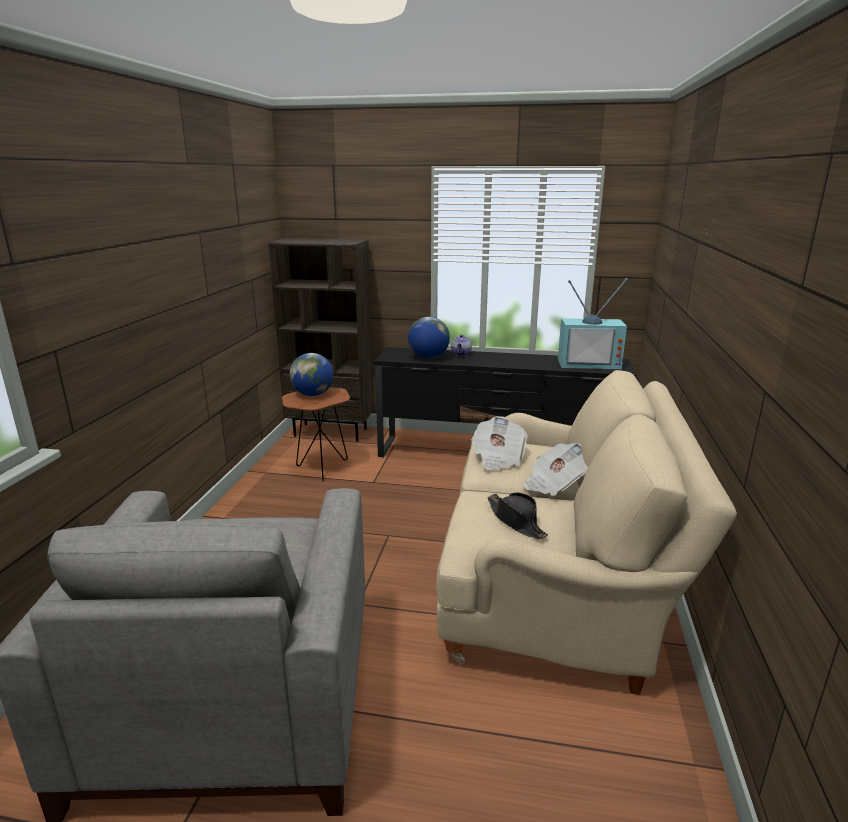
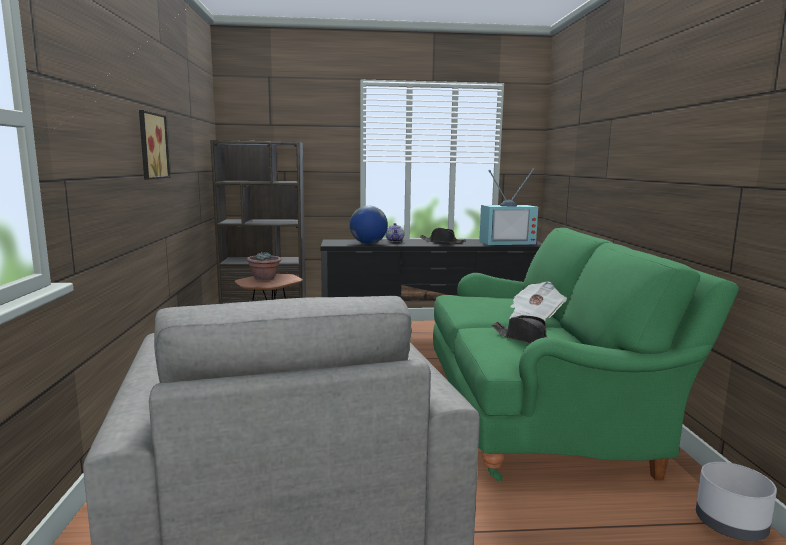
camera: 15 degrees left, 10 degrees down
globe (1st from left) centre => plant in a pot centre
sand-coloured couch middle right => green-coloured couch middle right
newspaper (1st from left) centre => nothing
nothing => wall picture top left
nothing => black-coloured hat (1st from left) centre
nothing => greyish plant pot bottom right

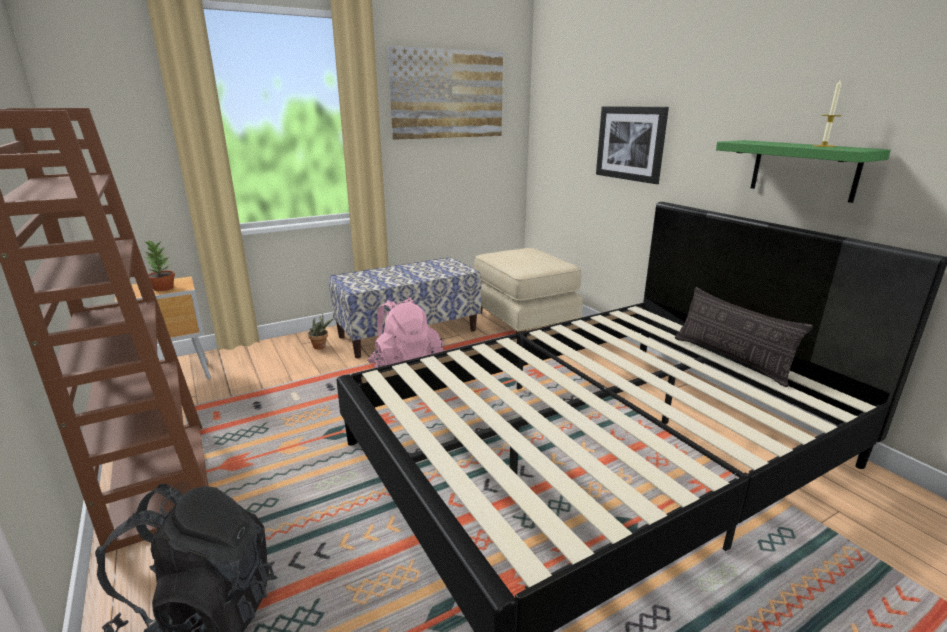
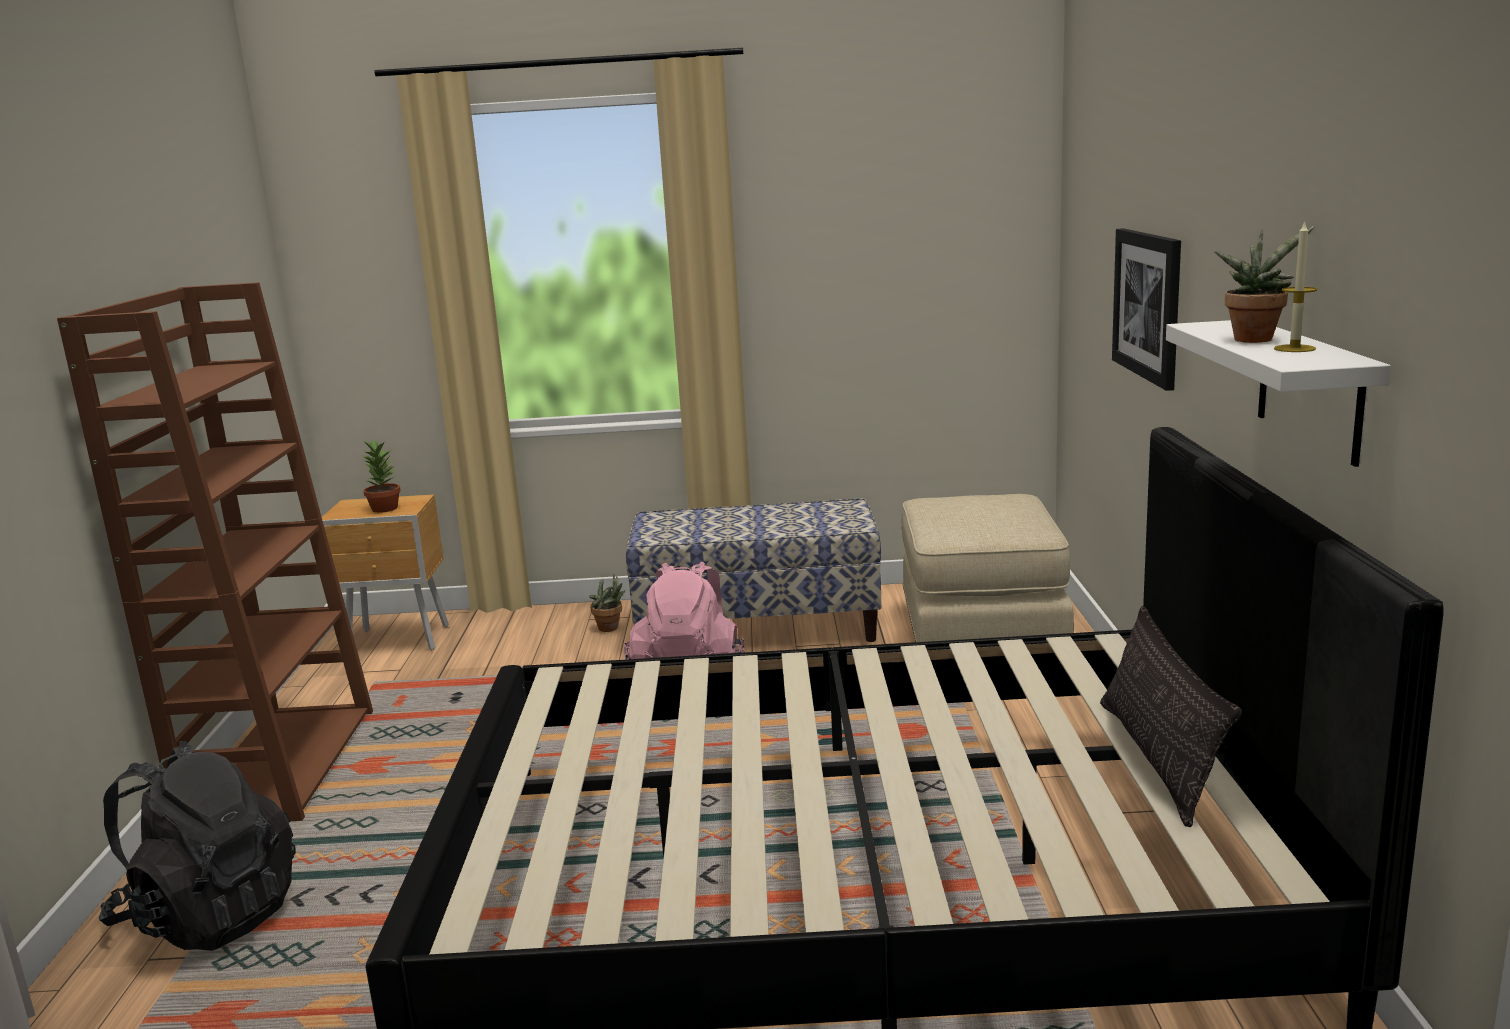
camera: 30 degrees right, 5 degrees down
wall picture (1st from left) top centre => nothing
green-coloured wall shelf top right => whitish wall shelf middle right
nothing => plant in a pot (3rd from left) top right

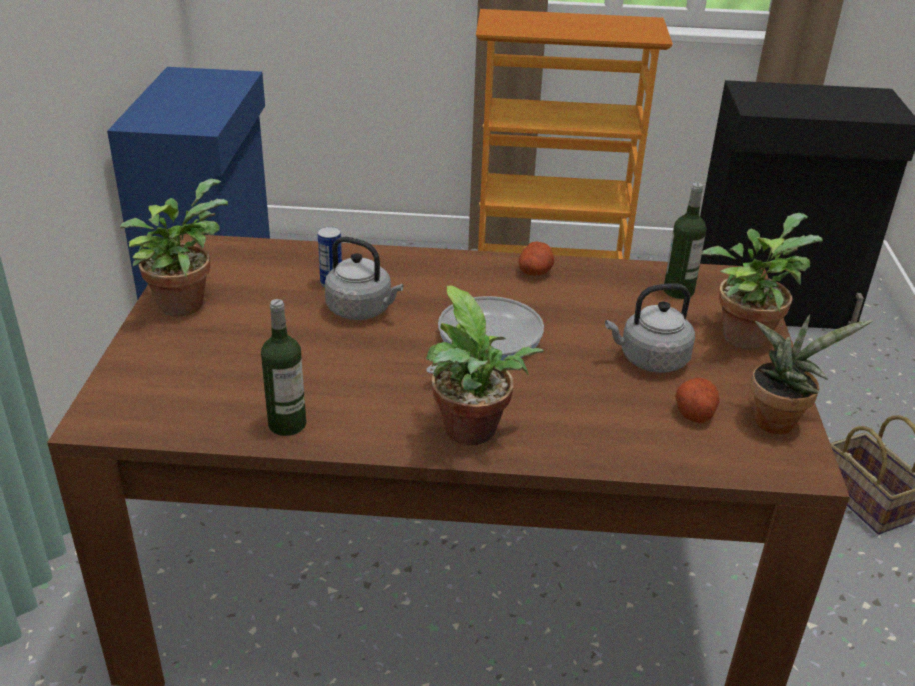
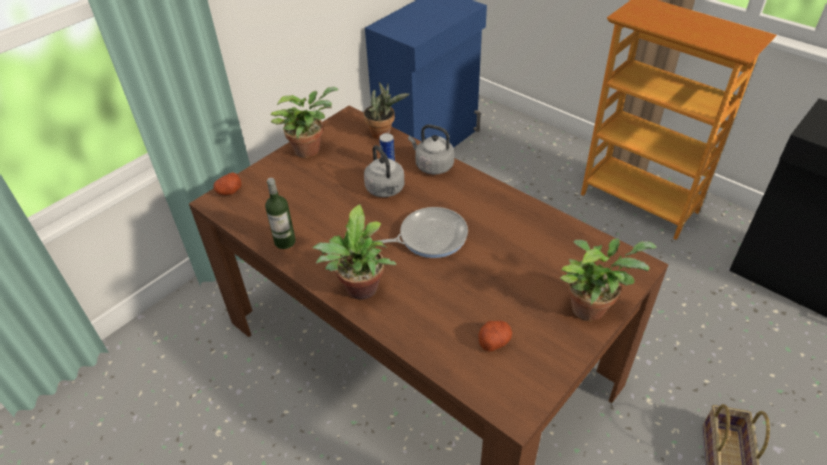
camera: 40 degrees right, 10 degrees up
beverage bottle (2nd from left) middle right => nothing
spud (1st from left) centre => spud (1st from left) middle left, moved
greyish kettle (2nd from left) middle right => greyish kettle (2nd from left) top centre, moved
plant in a pot (4th from left in the first image) middle right => plant in a pot (3rd from left) top centre, moved

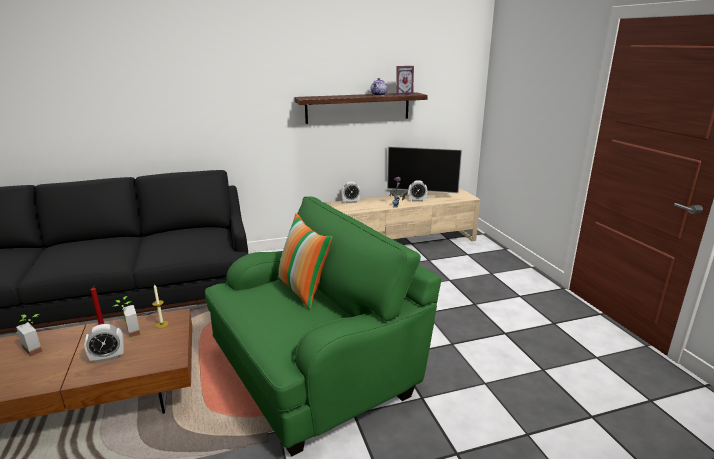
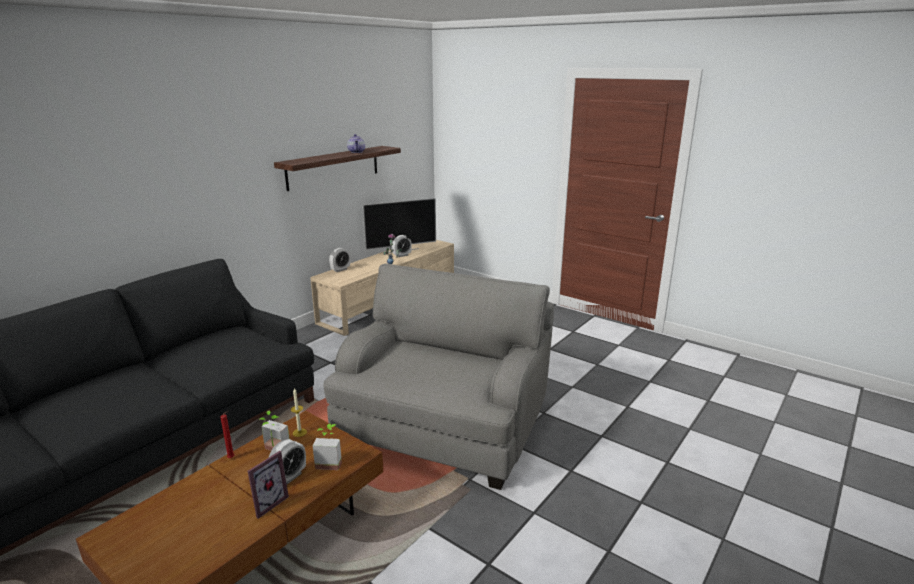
camera: 35 degrees left, 0 degrees up
photo frame top centre => photo frame bottom left, moved
green-coloured lounge chair bottom centre => greyish lounge chair centre
throw pillow centre => nothing
plant in a pot (1st from left in the first image) bottom left => plant in a pot (2nd from left) bottom centre, moved

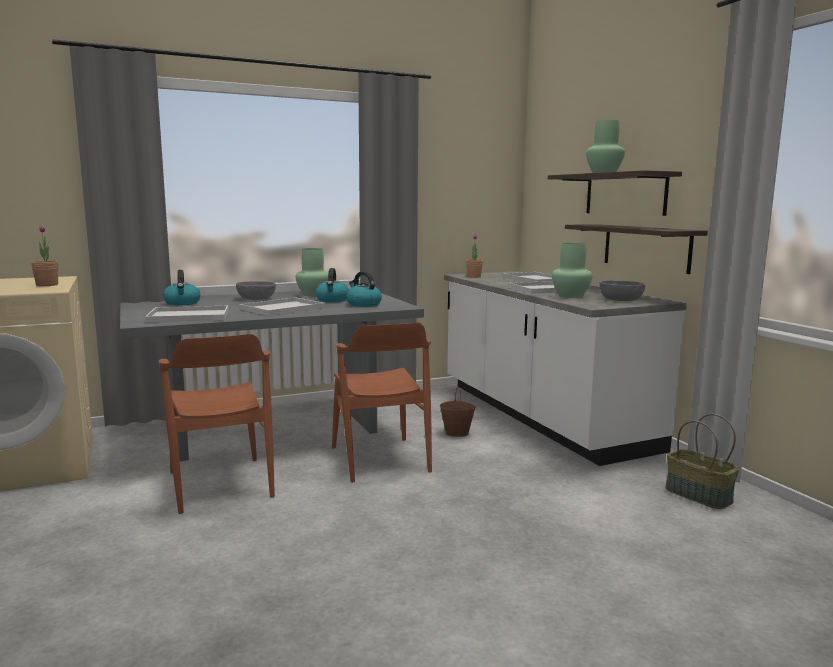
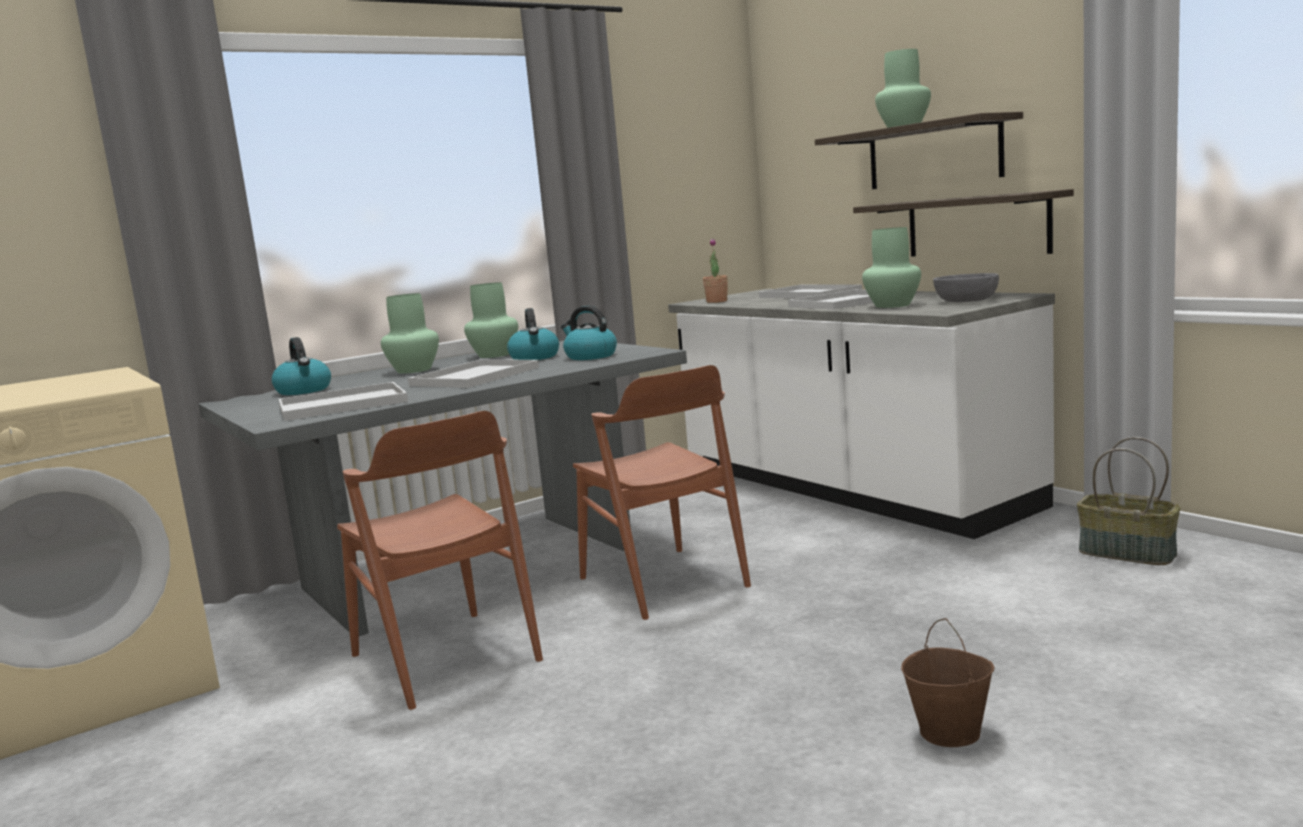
camera: 10 degrees left, 0 degrees up
plant in a pot (1st from left) middle left => nothing
greyish bowl (1st from left) middle left => green-coloured vase (1st from left) middle left
brown-coloured pail centre => brown-coloured pail bottom right, moved

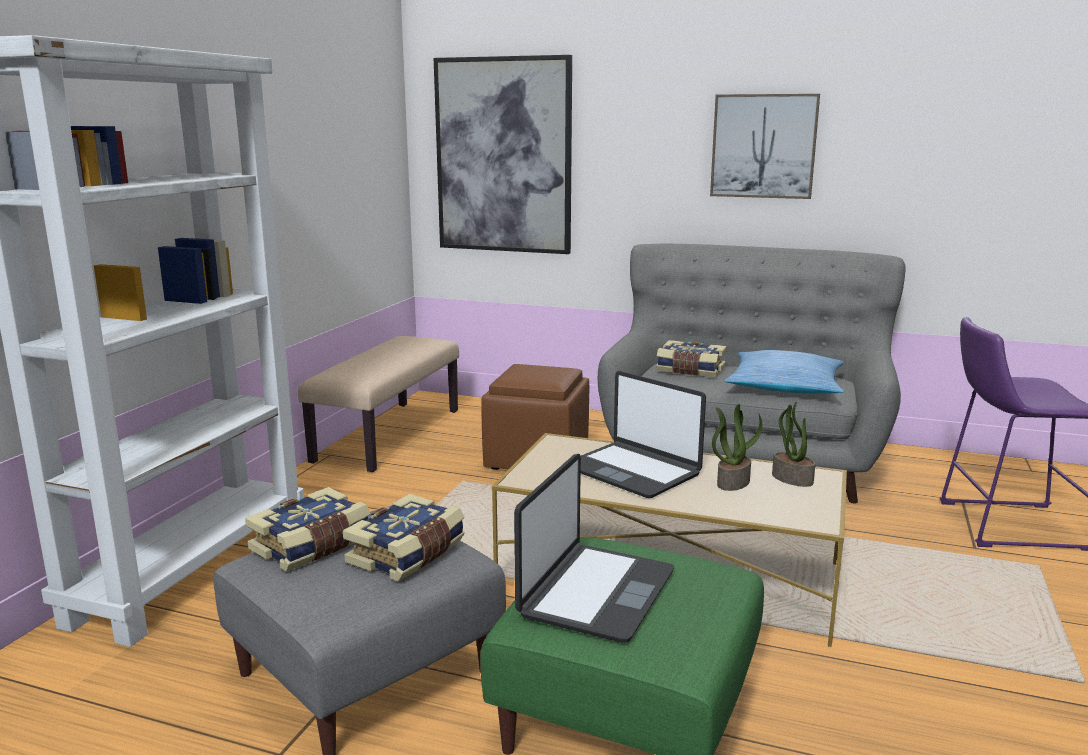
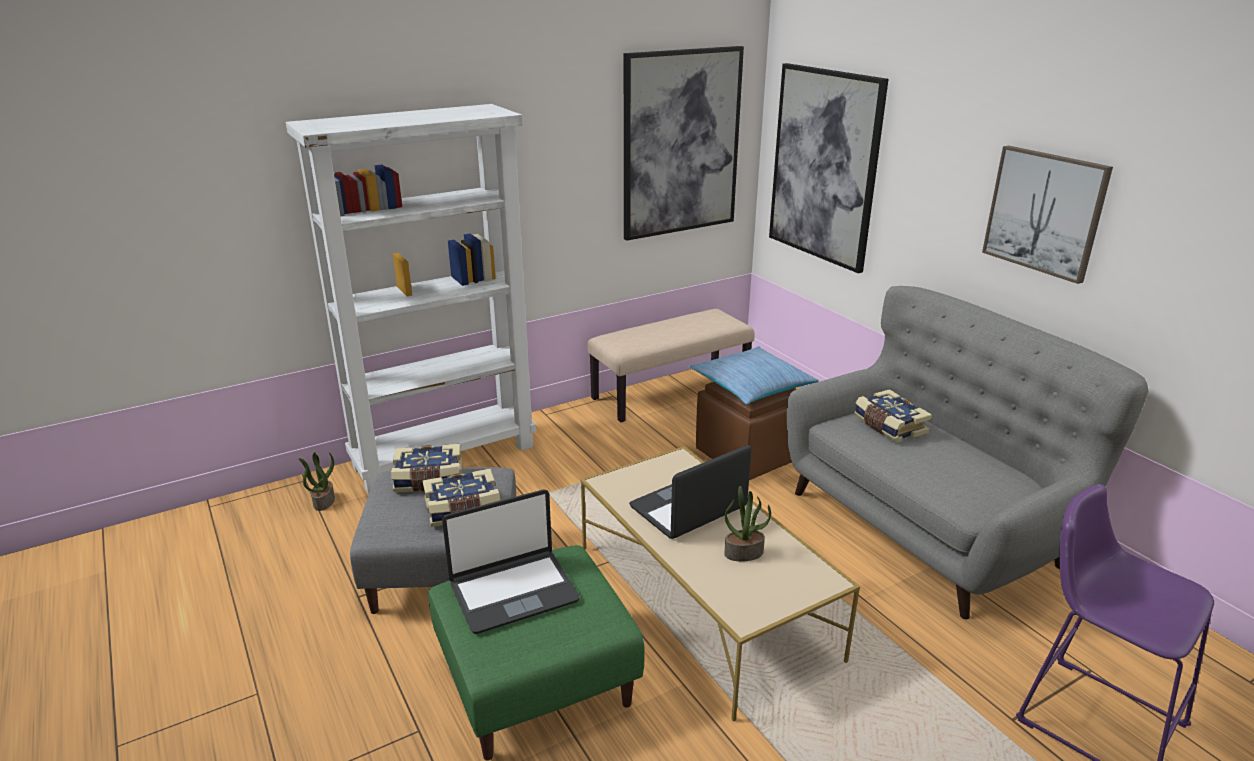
camera: 40 degrees right, 10 degrees up
throw pillow middle right => throw pillow centre, moved
laptop (2nd from left) centre, 60 degrees clockwise
plant in a pot (2nd from left in the first image) middle right => plant in a pot (1st from left) middle left, moved
nothing => wall picture (1st from left) top centre

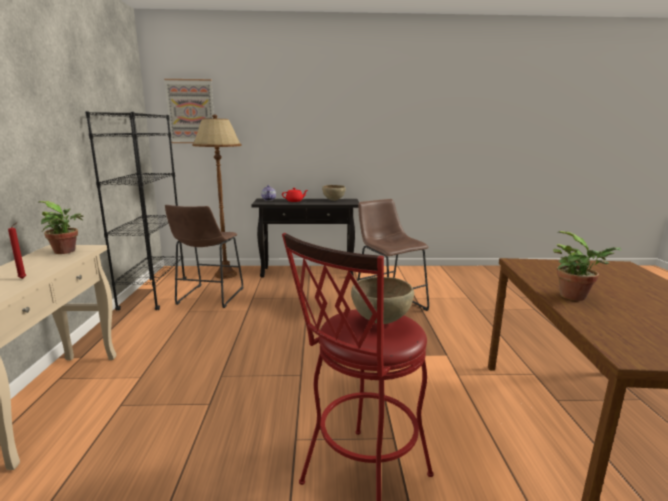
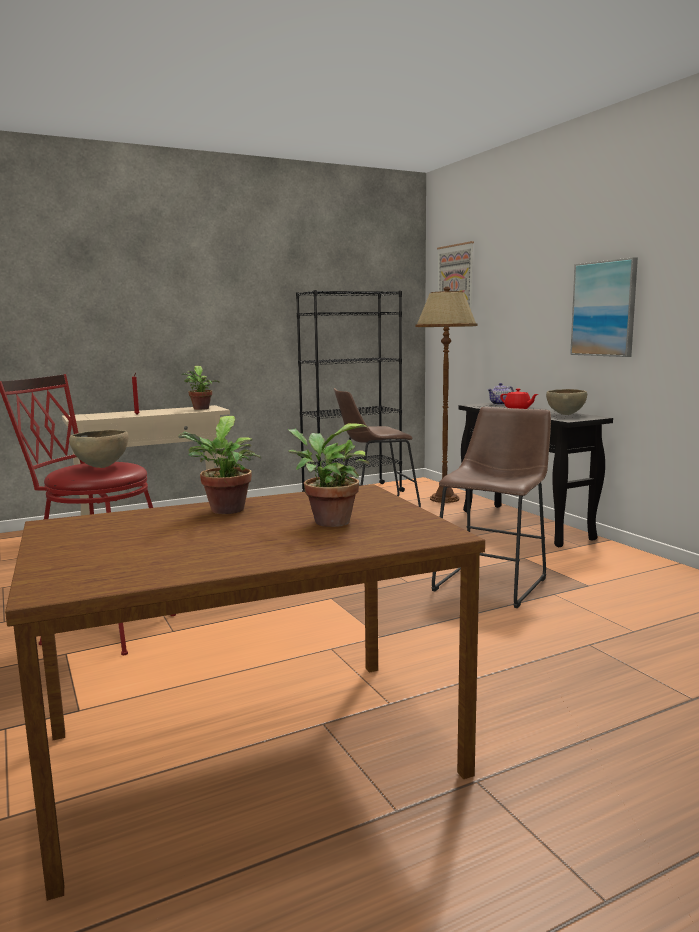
camera: 65 degrees right, 5 degrees down
nothing => wall picture (2nd from left) top right
nothing => plant in a pot (3rd from left) centre

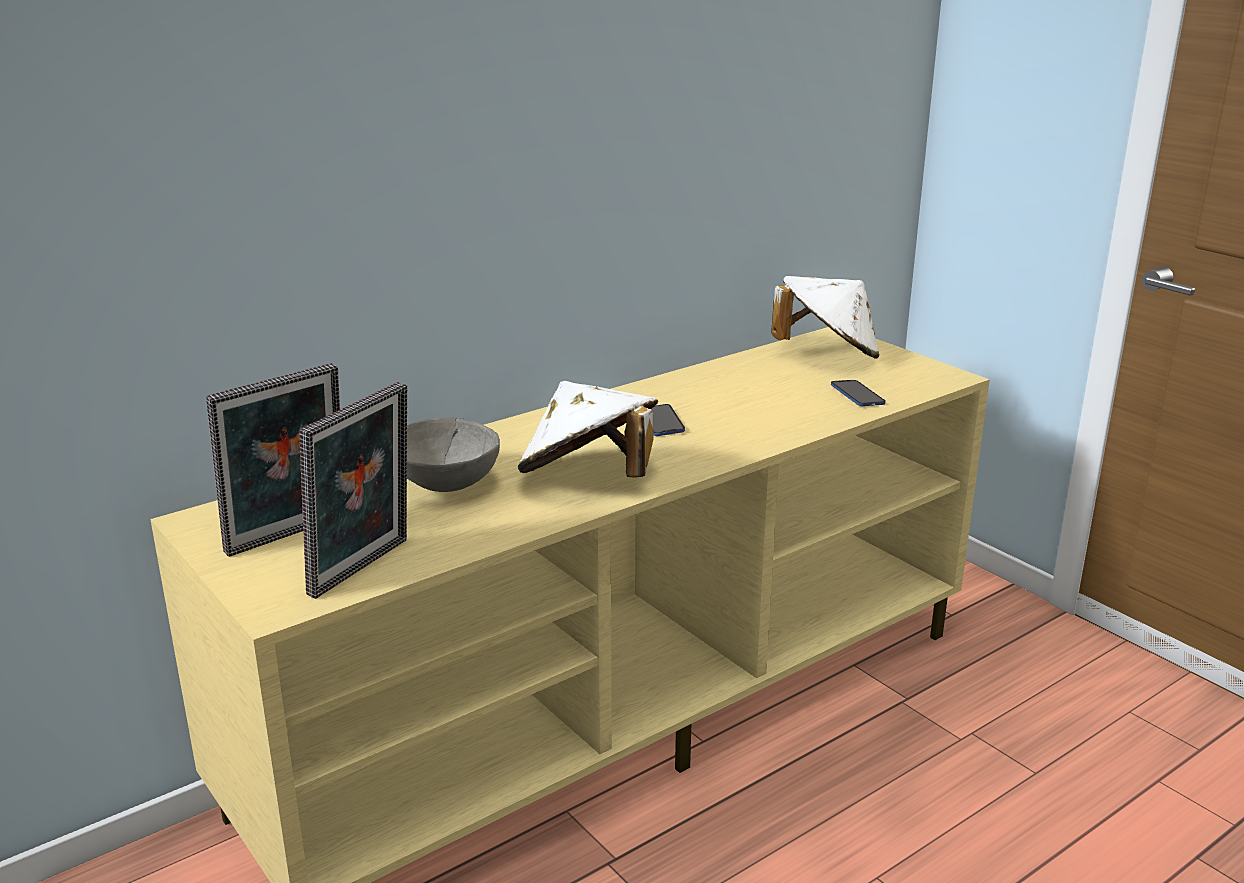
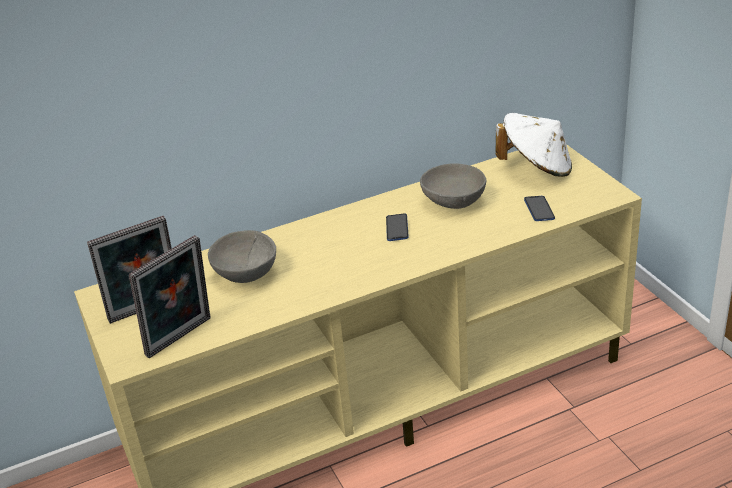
camera: 15 degrees right, 10 degrees up
whitish hat (1st from left) centre => nothing
nothing => greyish bowl (2nd from left) centre

